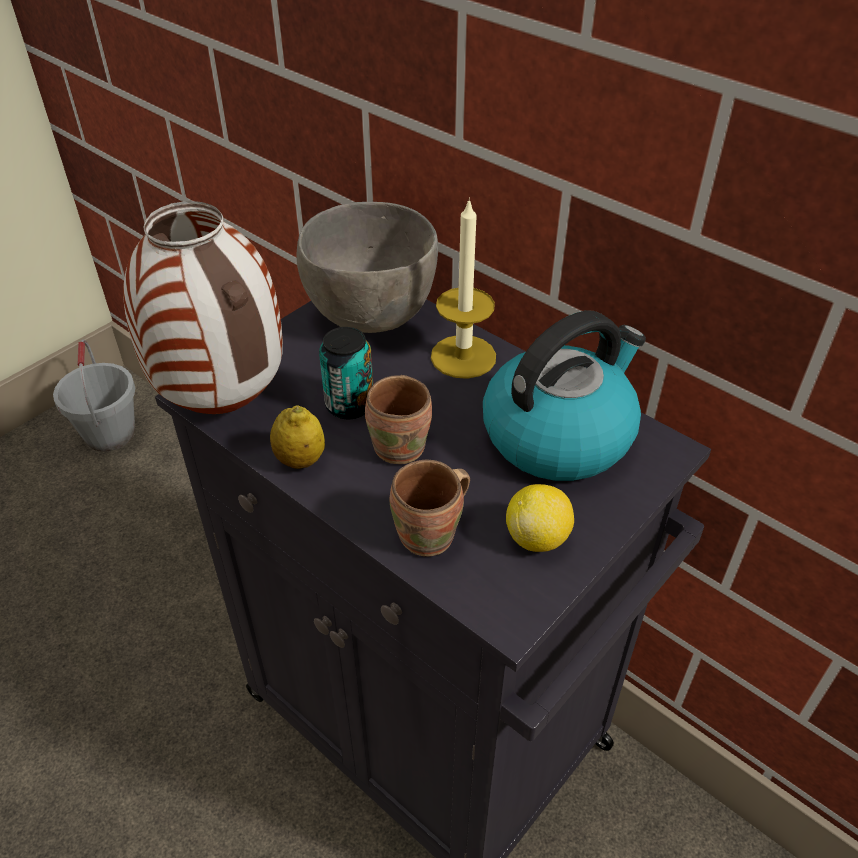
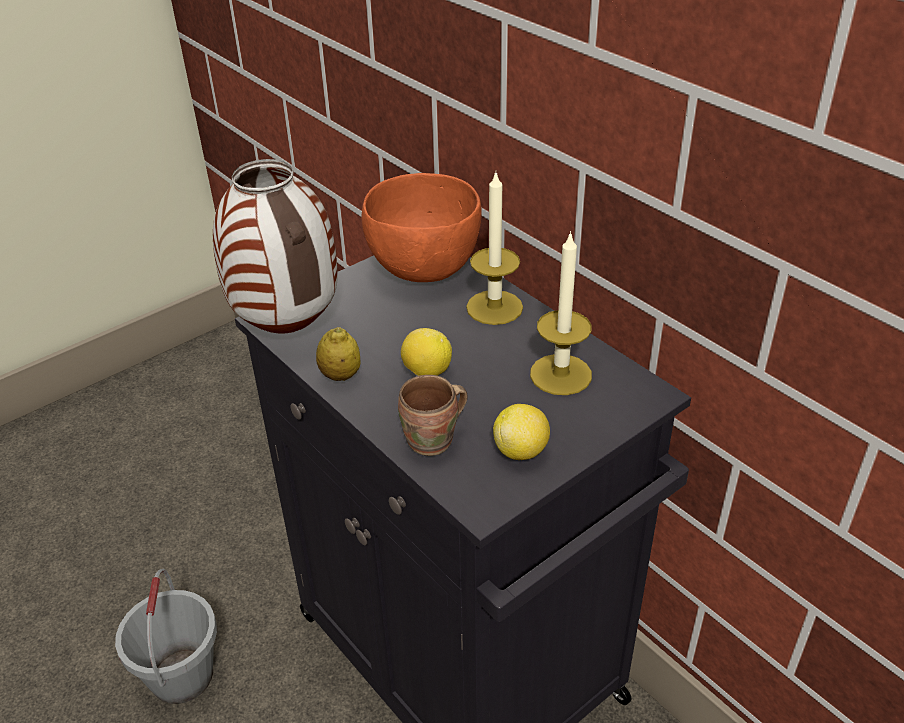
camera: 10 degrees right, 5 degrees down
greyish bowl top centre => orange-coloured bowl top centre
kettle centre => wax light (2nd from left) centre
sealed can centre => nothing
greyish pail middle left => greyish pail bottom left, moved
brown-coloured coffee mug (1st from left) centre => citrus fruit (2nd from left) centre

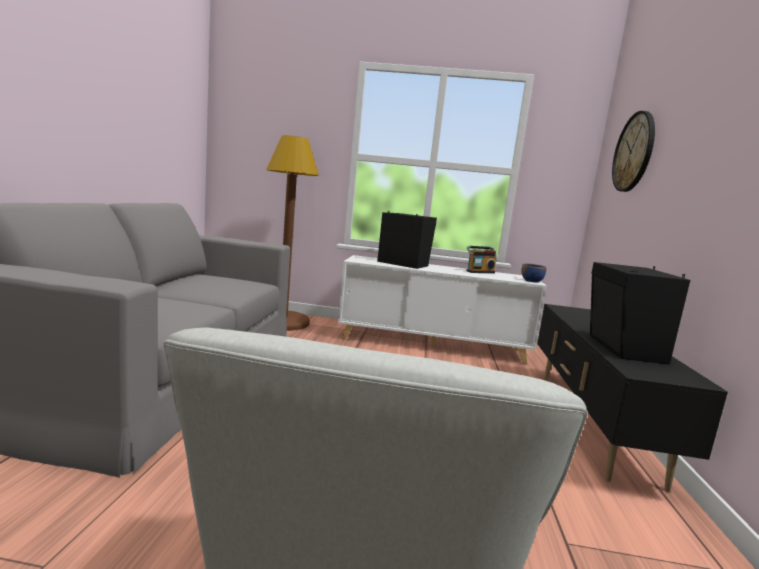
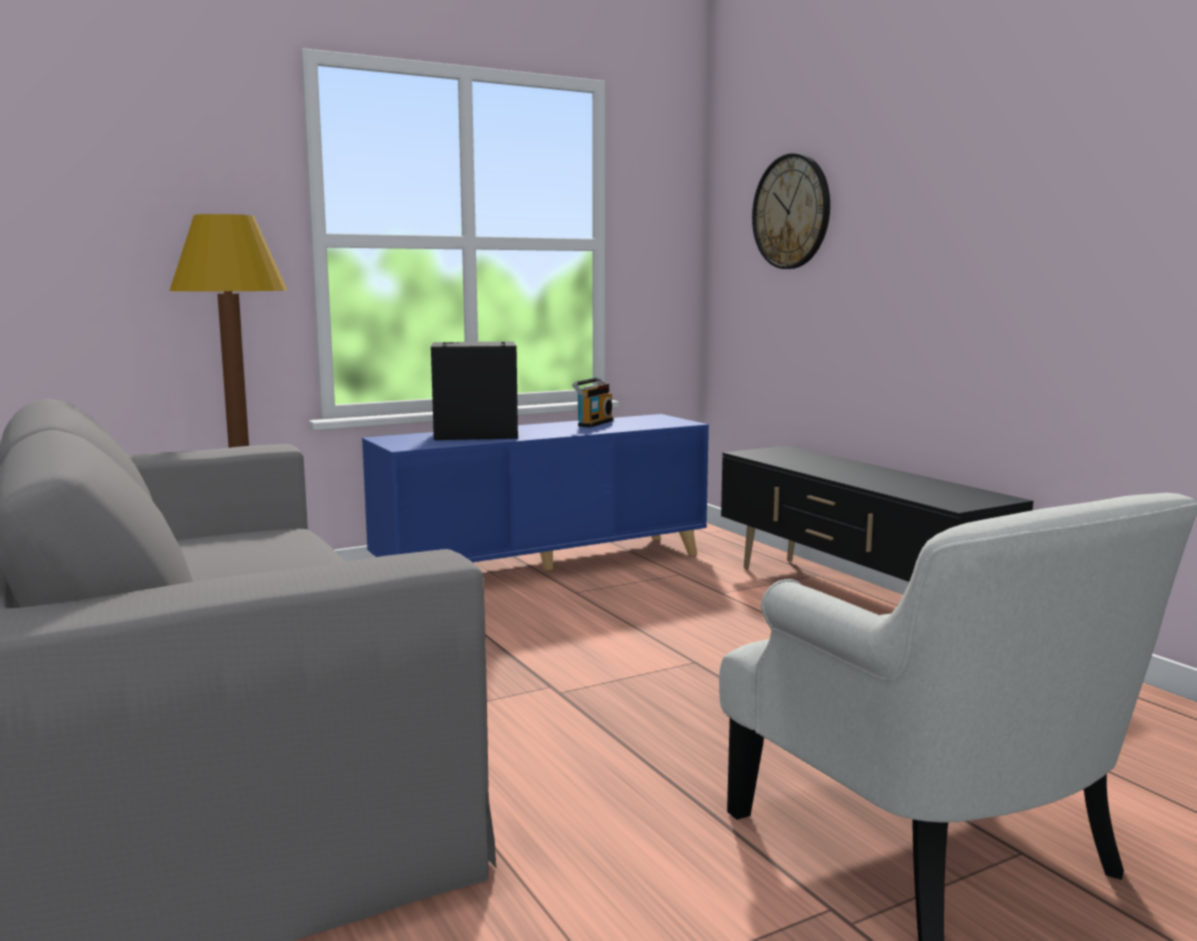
camera: 35 degrees left, 0 degrees up
whitish cupboard centre => blue-coloured cupboard centre
black-coloured speaker (2nd from left) middle right => nothing
blue-coloured bowl middle right => nothing

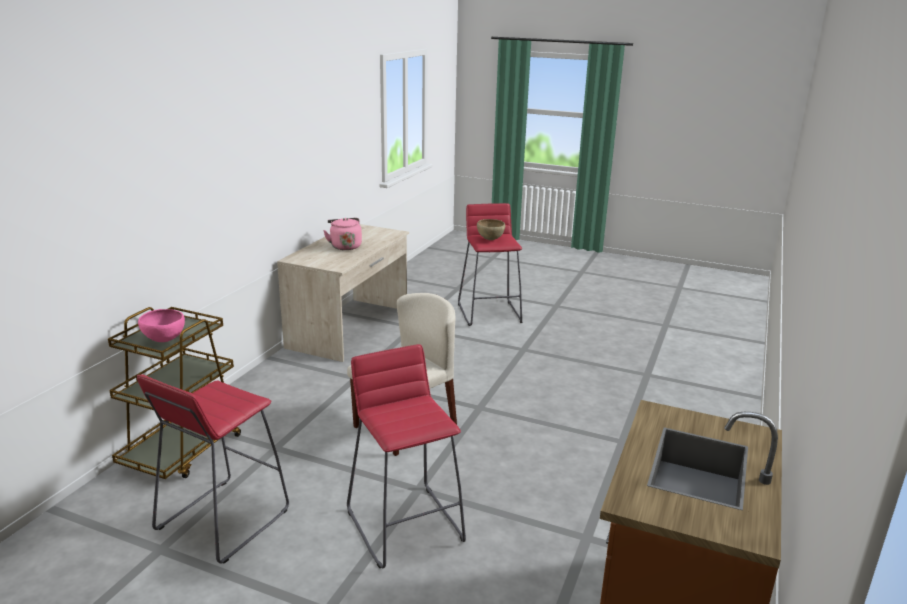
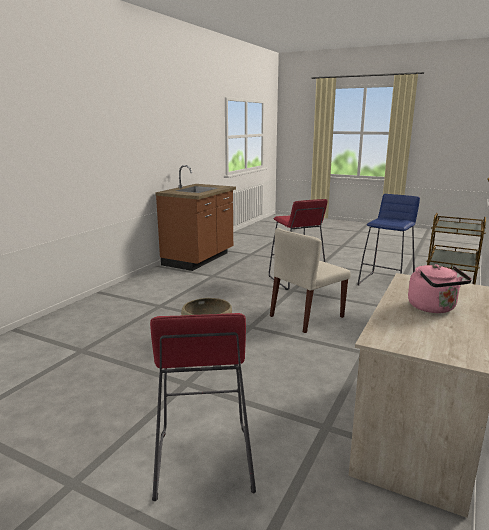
camera: 175 degrees left, 5 degrees down
pink-coloured bowl middle left => nothing
red stool (1st from left) bottom left => blue-coloured stool middle right

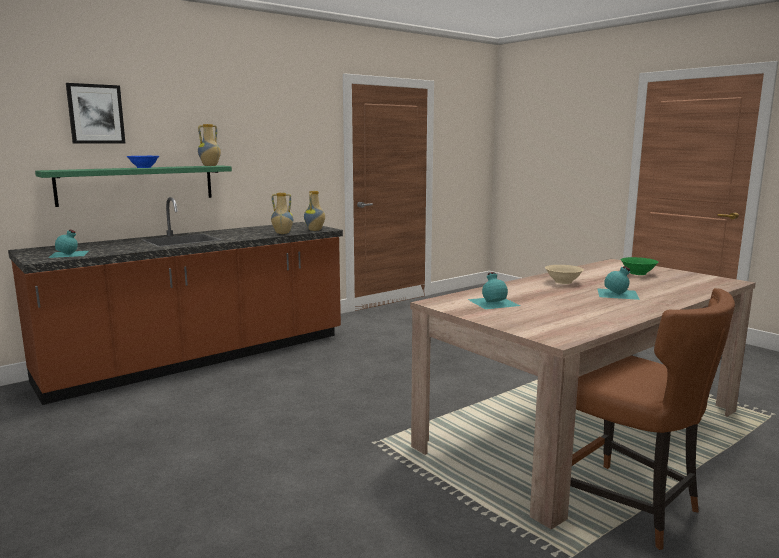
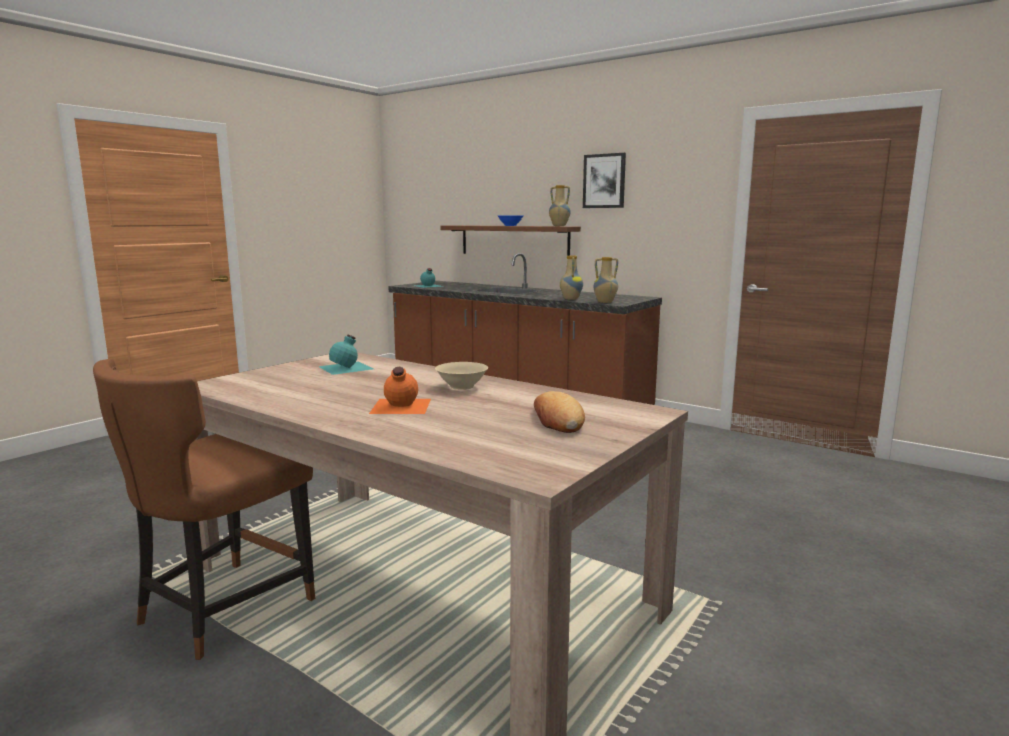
camera: 75 degrees right, 0 degrees up
wall picture top left => wall picture top centre, moved
green-coloured wall shelf middle left => brown-coloured wall shelf top centre
green-coloured bowl middle right => bread centre
turquoise beverage bottle (3rd from left) middle right => orange-coloured beverage bottle centre

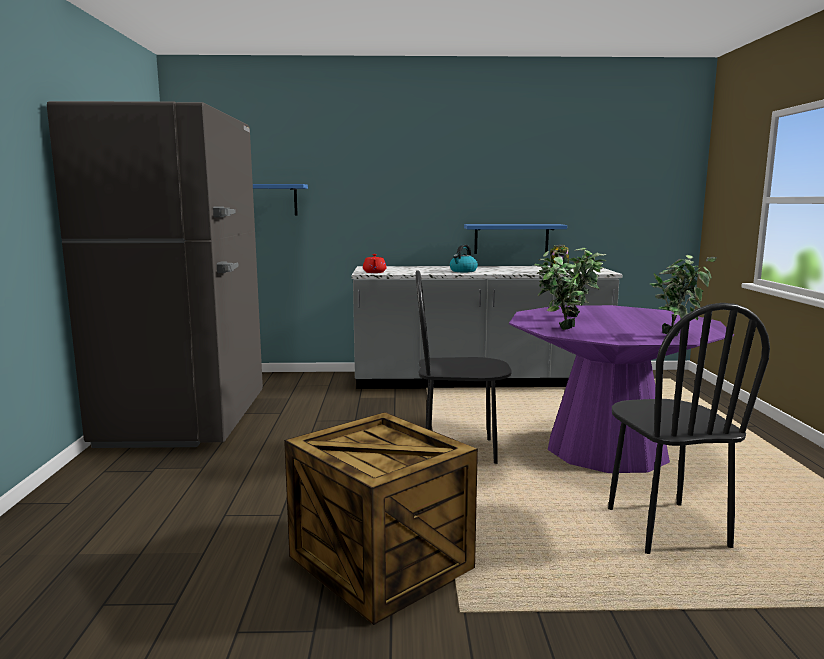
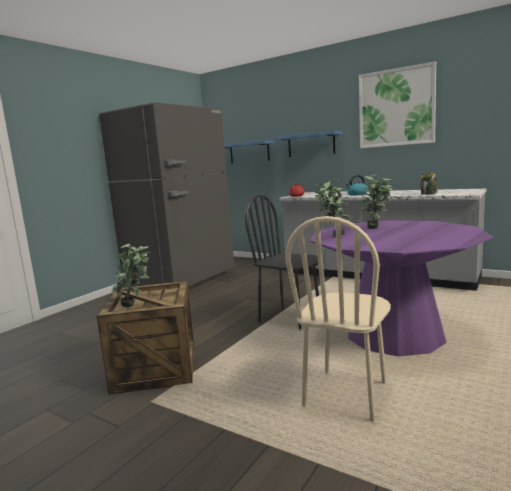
camera: 35 degrees right, 0 degrees up
blue-coloured wall shelf (2nd from left) centre => blue-coloured wall shelf (2nd from left) top centre, moved
plant in a pot (3rd from left in the first image) middle right => plant in a pot (1st from left) middle left, moved
black-coloured chair (2nd from left) middle right => sand-coloured chair centre
nothing => wall picture top right

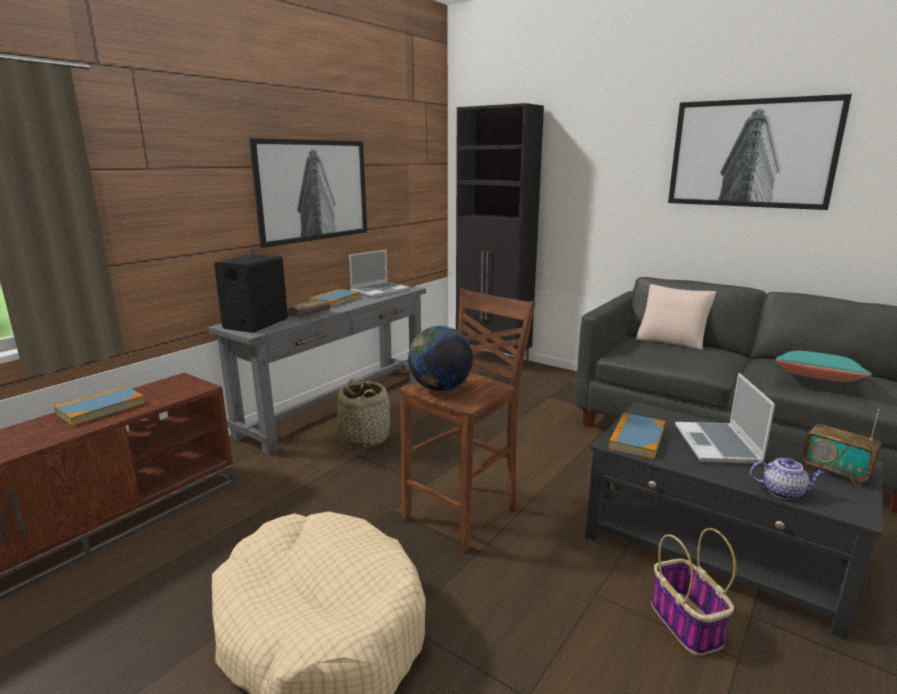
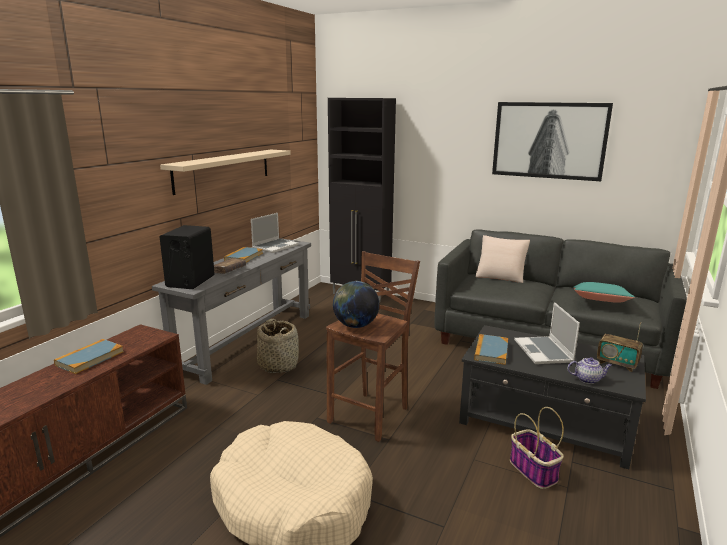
camera: 10 degrees left, 0 degrees up
wall picture (1st from left) top centre => sand-coloured wall shelf top left

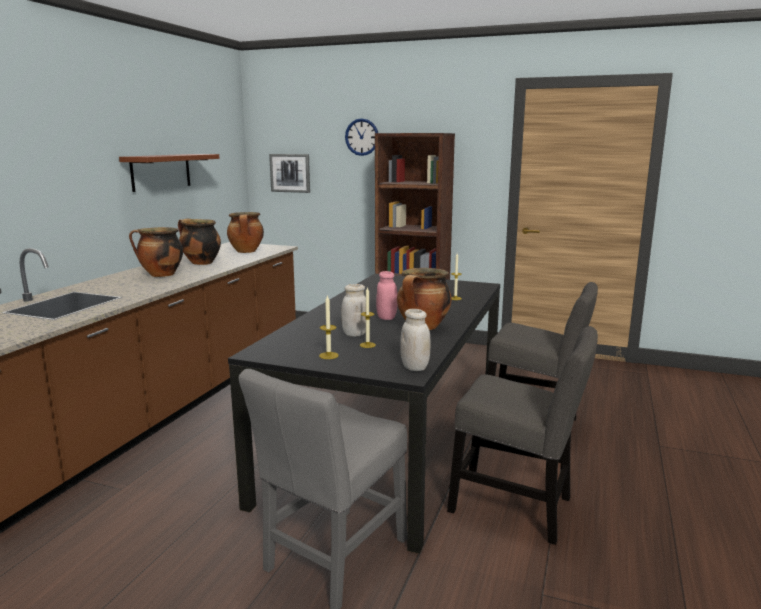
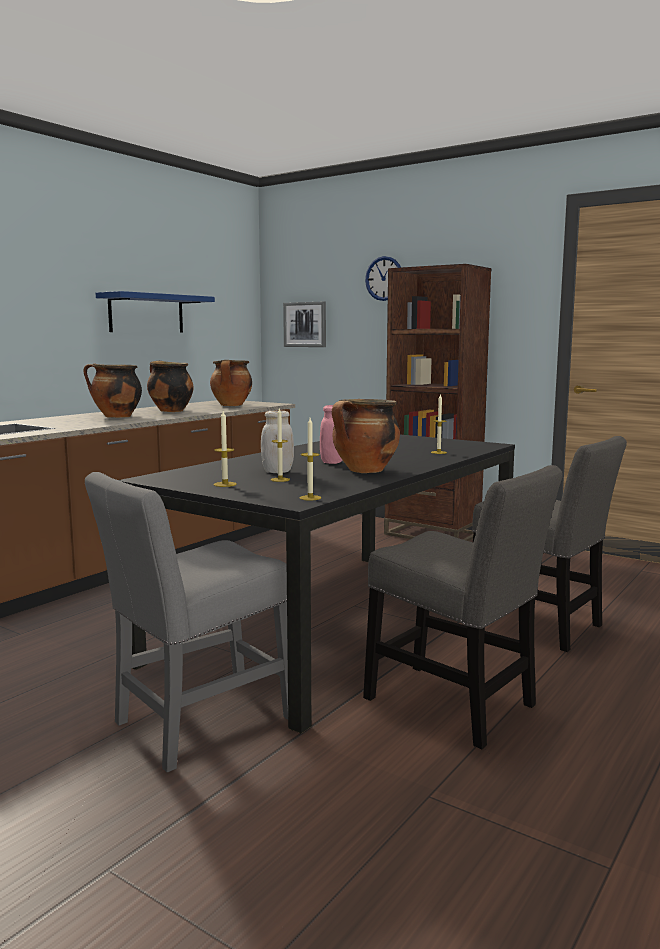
camera: 15 degrees right, 5 degrees down
brown-coloured wall shelf top left => blue-coloured wall shelf top left
whitish jar (2nd from left) centre => wax light (3rd from left) centre

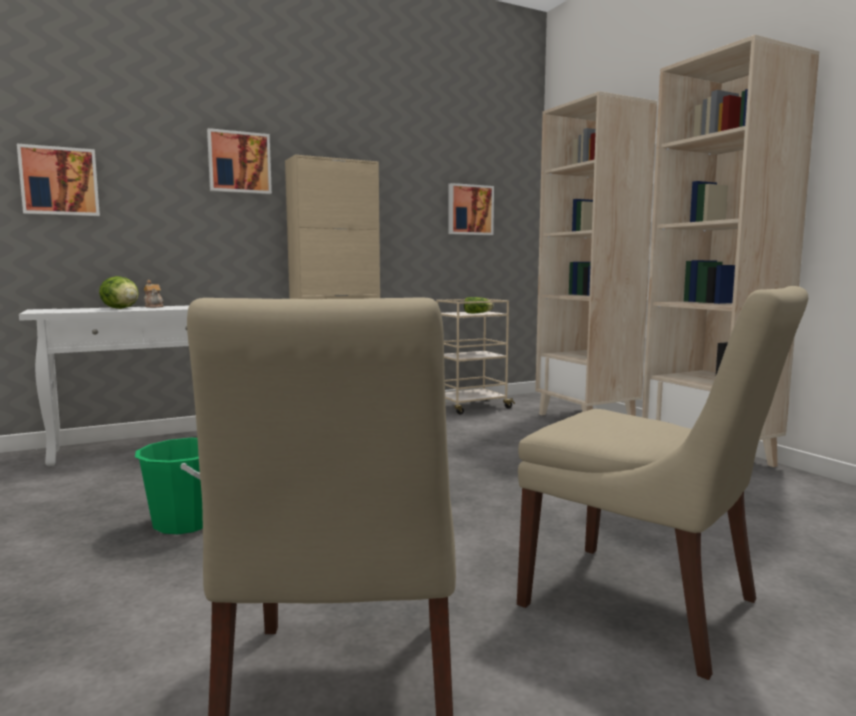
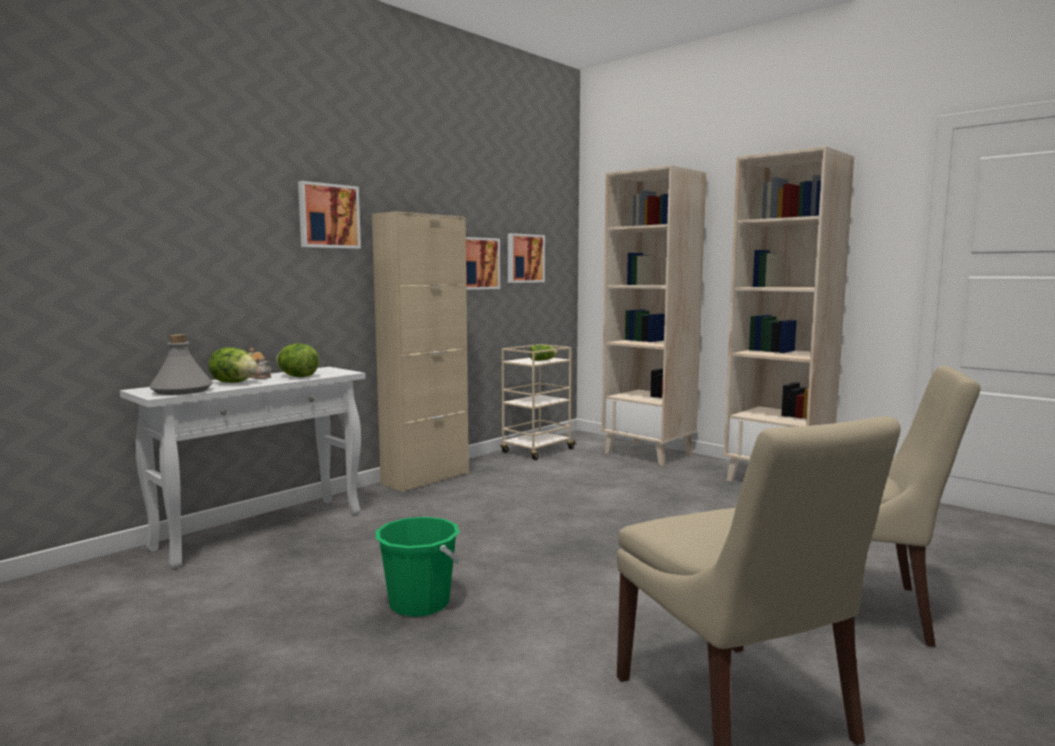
camera: 20 degrees left, 0 degrees up
wall picture (1st from left in the first image) top left => wall picture (2nd from left) centre, moved
nothing => greyish beverage bottle middle left
nothing => lettuce (2nd from left) middle left

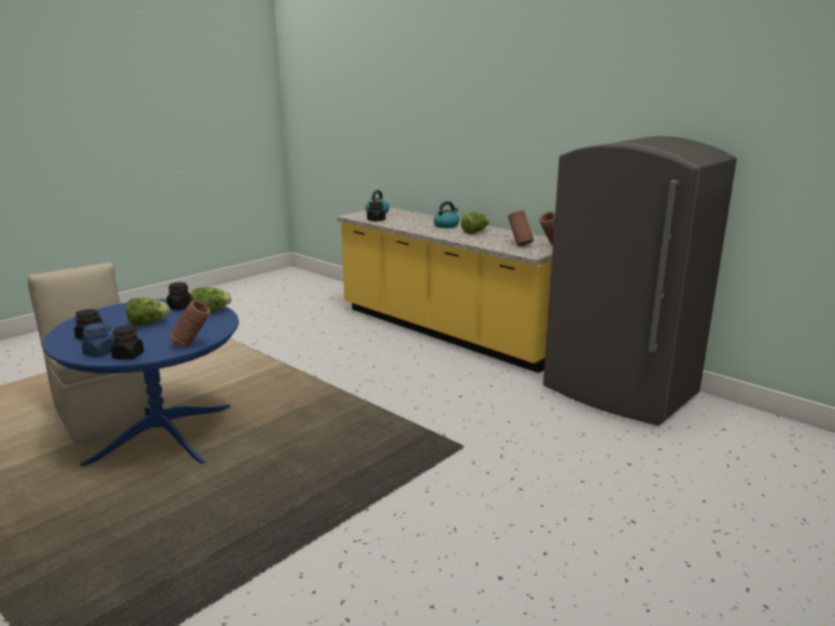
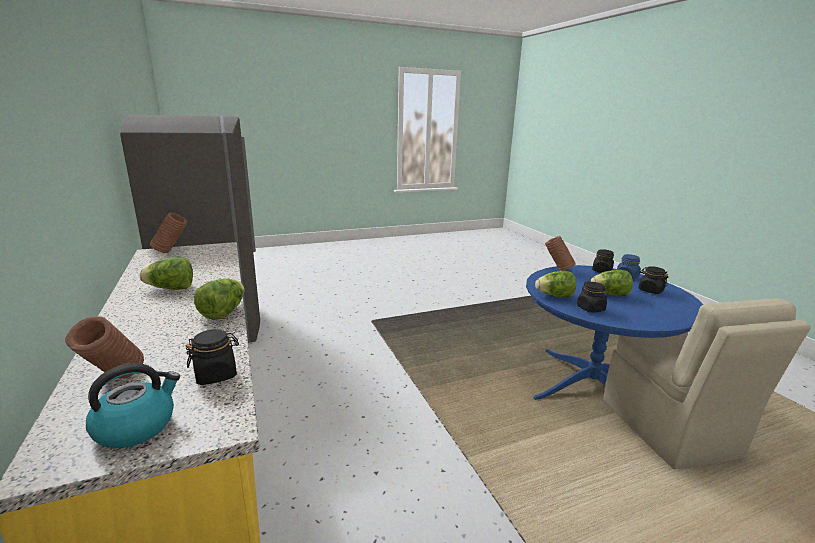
camera: 155 degrees left, 0 degrees up
kettle (2nd from left) centre => nothing
brown-coloured vase (2nd from left in the first image) centre => brown-coloured vase (1st from left) middle left, moved
nothing => lettuce (2nd from left) middle left

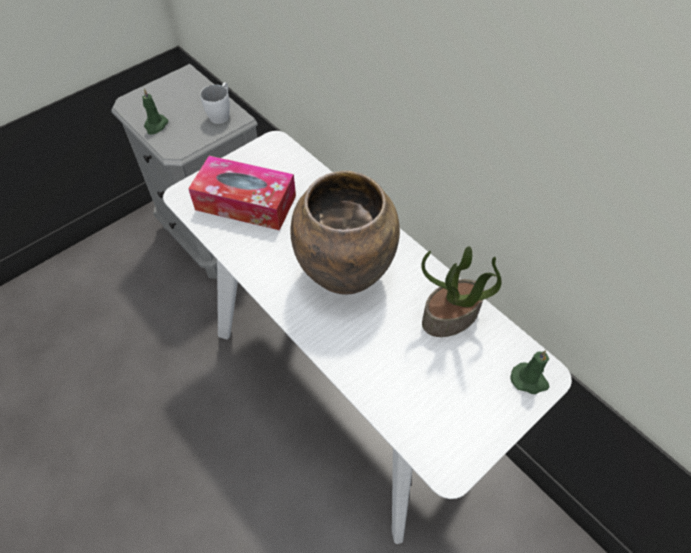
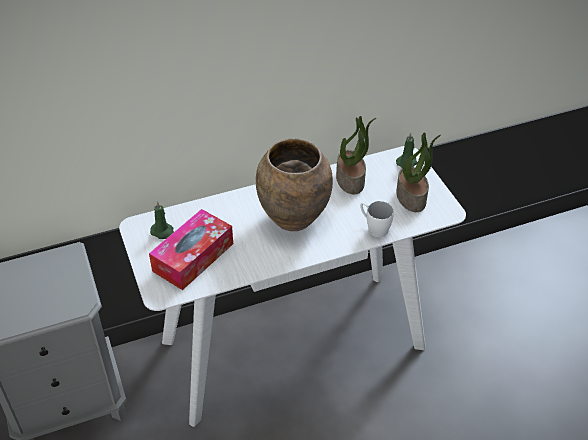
camera: 70 degrees left, 10 degrees down
whitish coffee mug top left => whitish coffee mug centre, moved
green-coloured wax light (1st from left) top left => green-coloured wax light (1st from left) middle left, moved
nothing => plant in a pot (2nd from left) middle right

